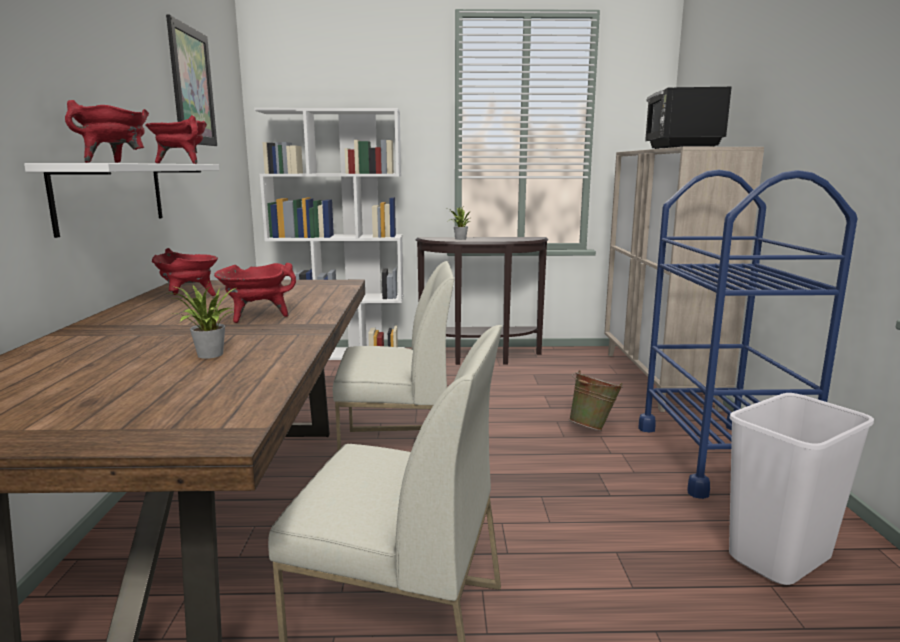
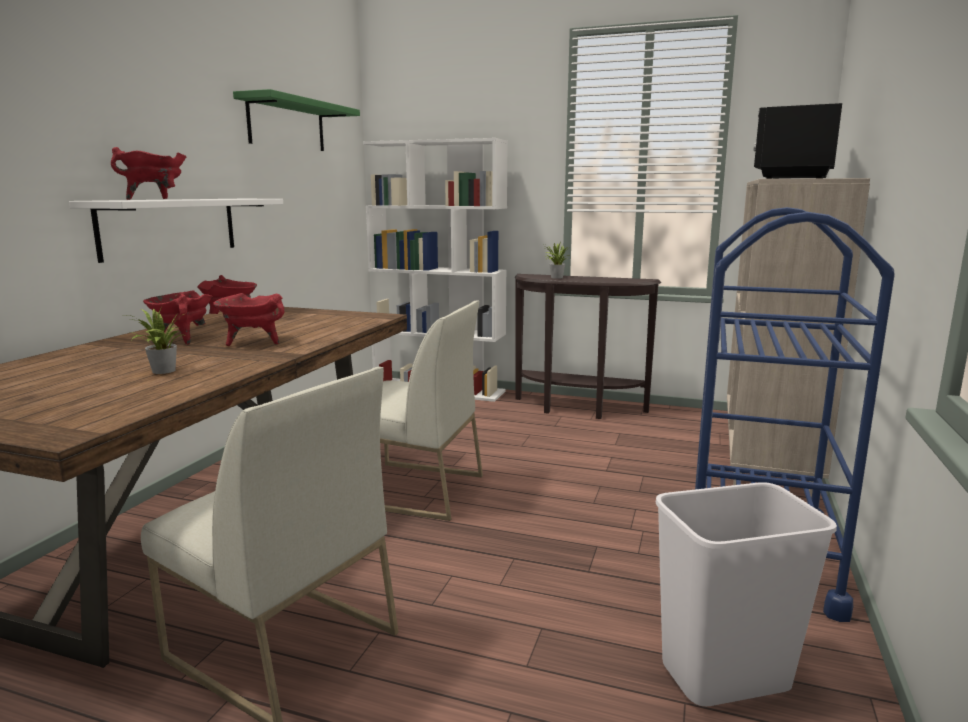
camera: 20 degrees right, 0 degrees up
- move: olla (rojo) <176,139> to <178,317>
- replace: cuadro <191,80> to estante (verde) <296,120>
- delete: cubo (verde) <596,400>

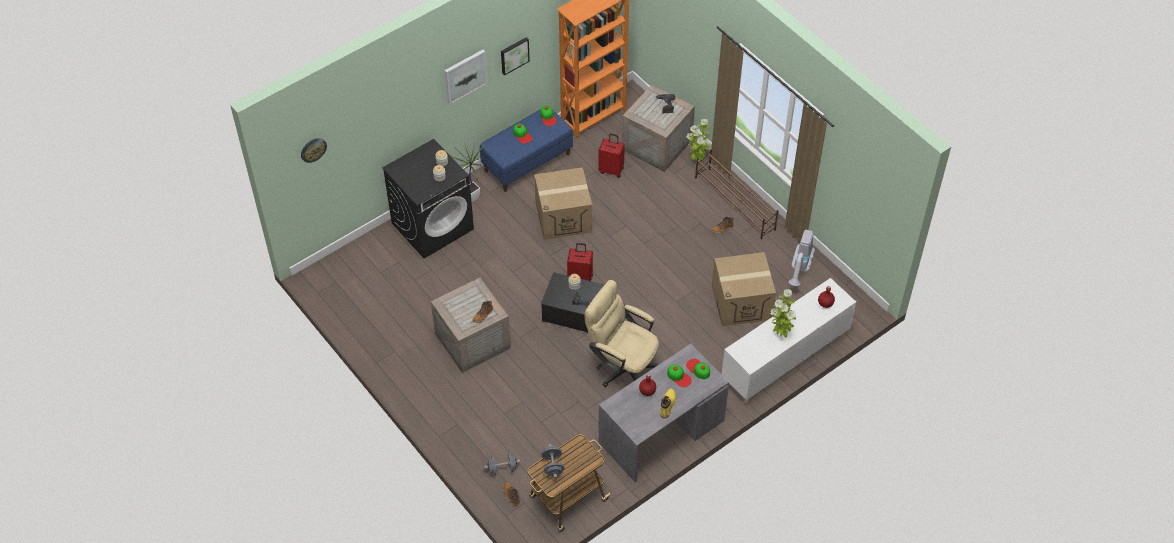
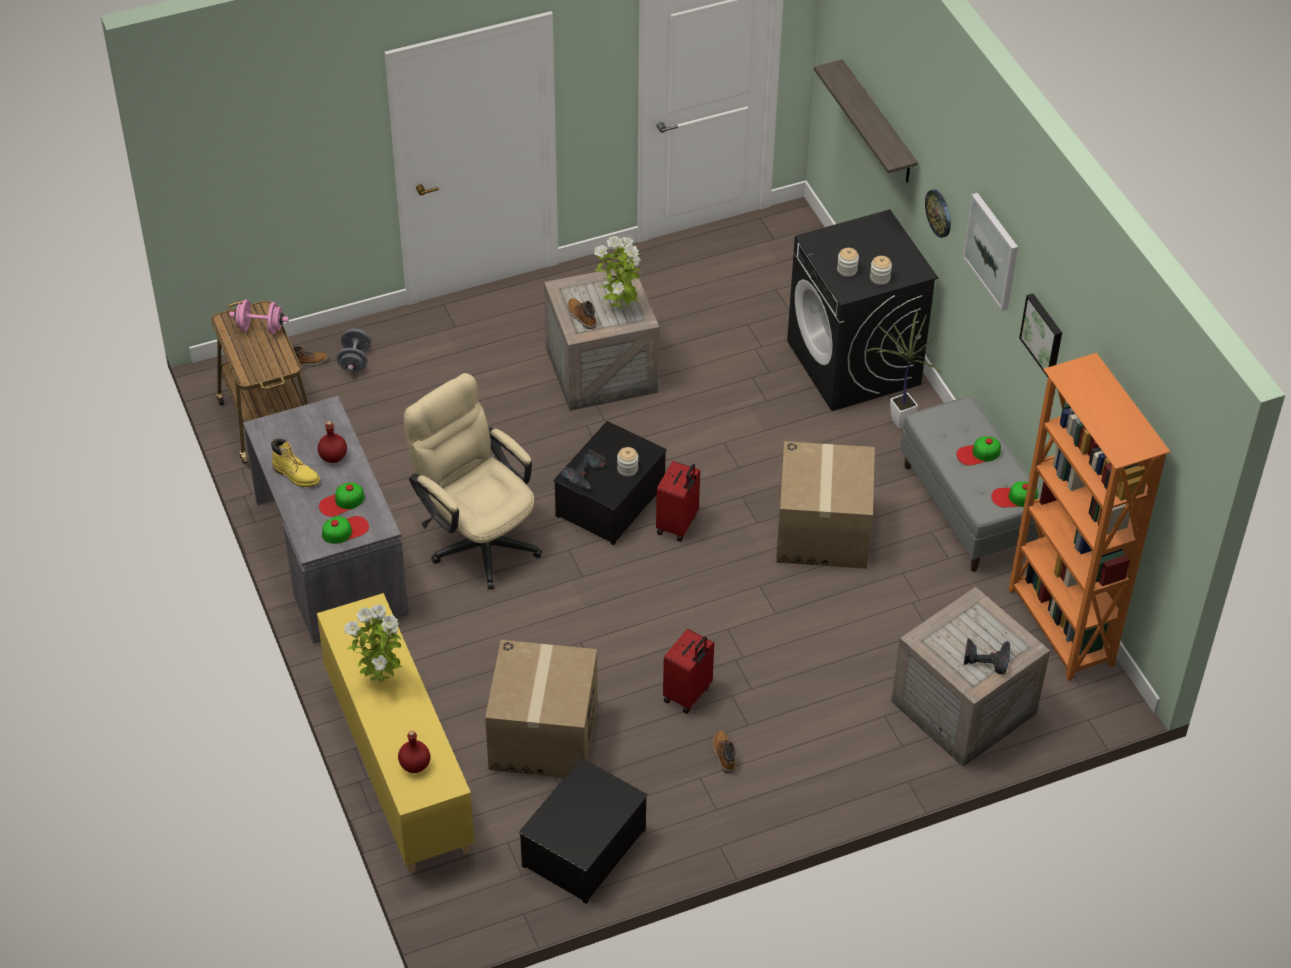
camera: 105 degrees right, 5 degrees down
- recolor: mancuerna (gris) <553,461> to mancuerna (rosa) <259,317>
- recolor: armario (blanco) <789,340> to armario (amarillo) <396,733>
- rotate: silla de oficina (beis) <622,333> = <473,481> 90 degrees counterclockwise
- replace: aspiradora <801,258> to caja de almacenaje <583,831>
- move: planta en maceta <698,141> to <617,273>
- move: maleta (rojo) <611,156> to <688,671>
- insert: estante <866,121>
- recolor: banco (azul) <526,150> to banco (gris) <971,484>
- move: reloj de pared <314,150> to <938,214>
- delete: zapatero (marrón) <737,194>

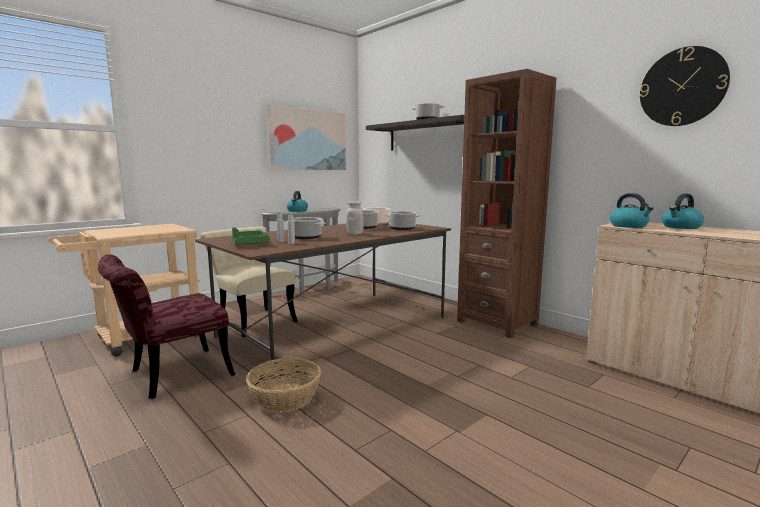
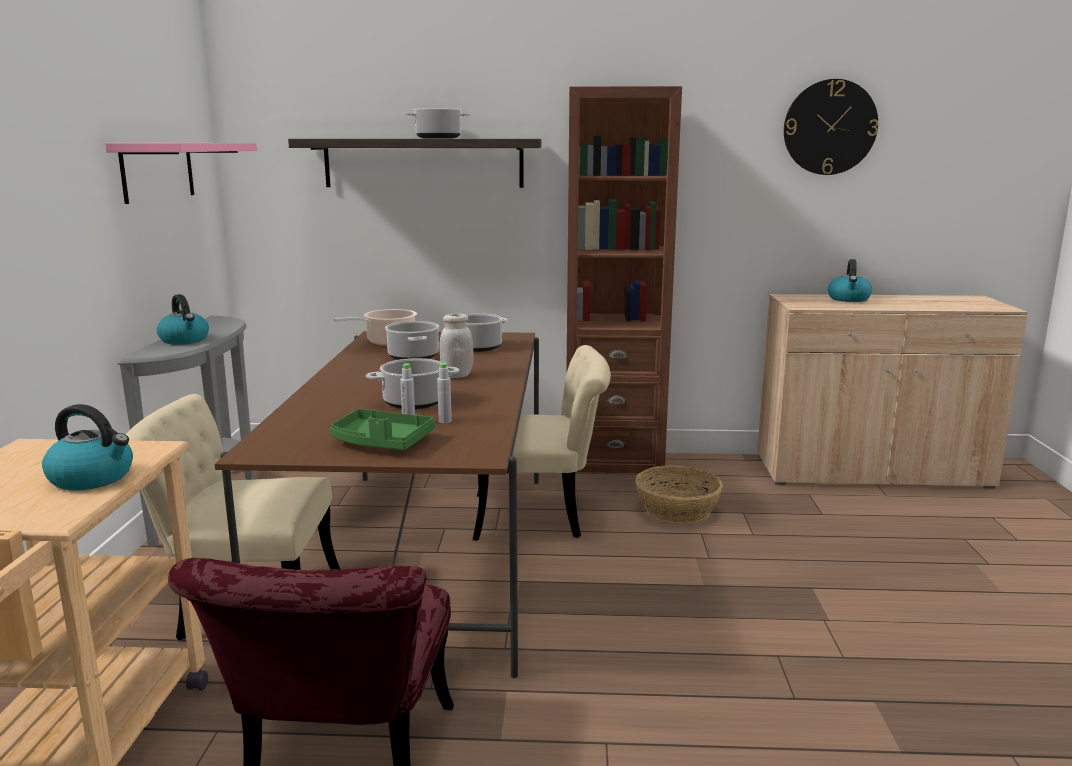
camera: 45 degrees left, 5 degrees up
- move: hervidor <632,210> to <87,447>
- replace: cuadro <306,137> to estante (rosa) <181,173>
- insert: silla (beis) <542,443>
- move: cesta <283,385> to <679,494>

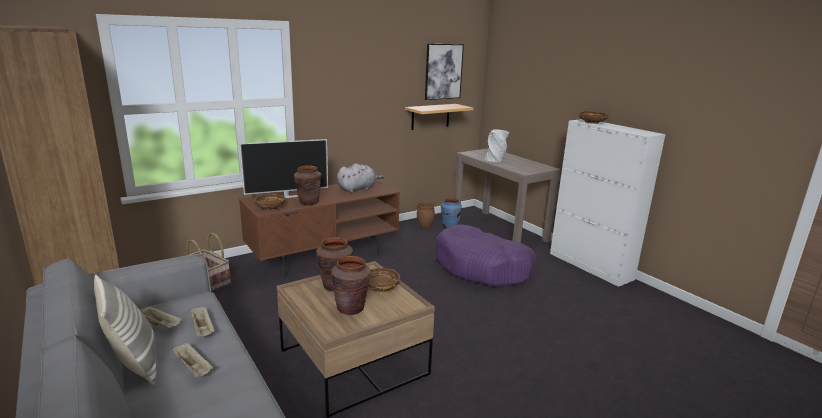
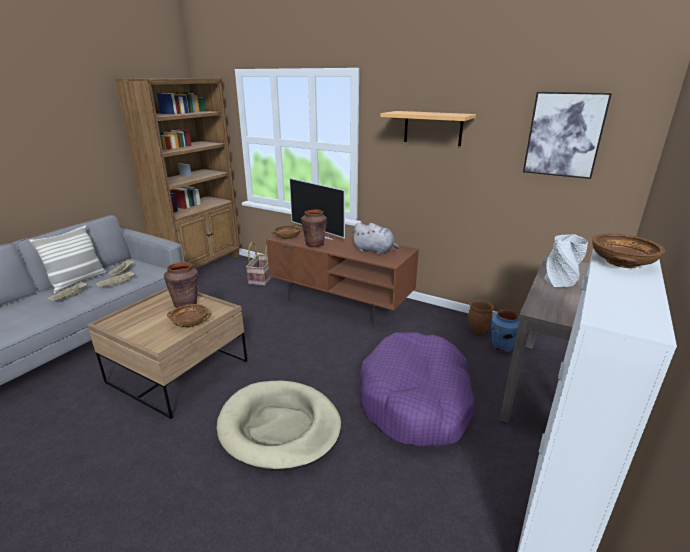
camera: 65 degrees right, 5 degrees up
- insert: cama para perro (beis) <279,426>
- move: estante <439,117> to <428,128>
- delete: florero (marrón) <351,285>

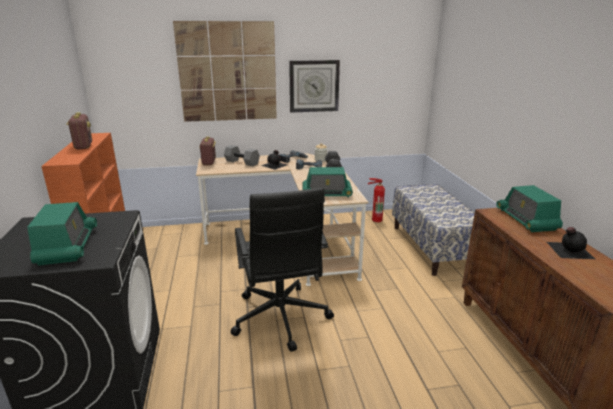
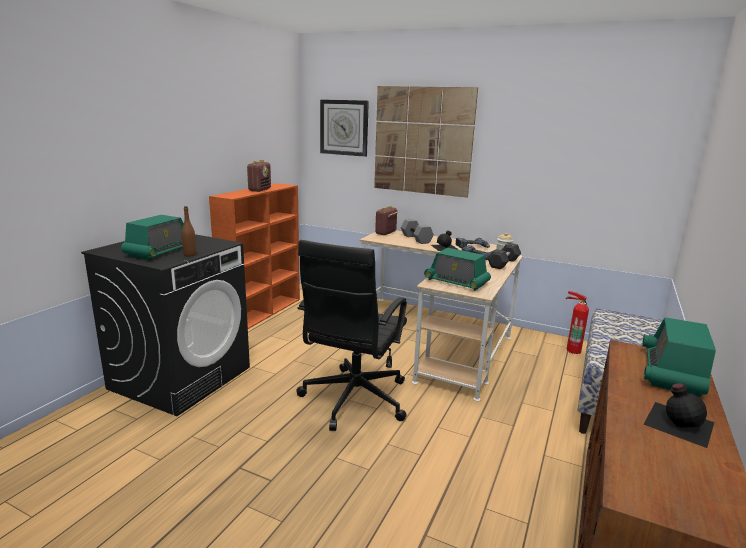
camera: 35 degrees right, 5 degrees down
- insert: botella (marrón) <188,231>
- move: reloj de pared <314,86> to <344,128>

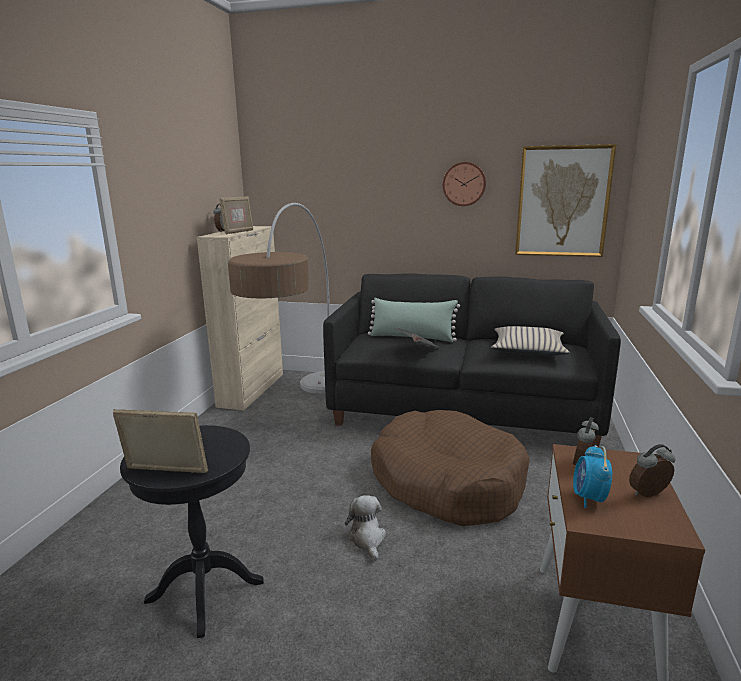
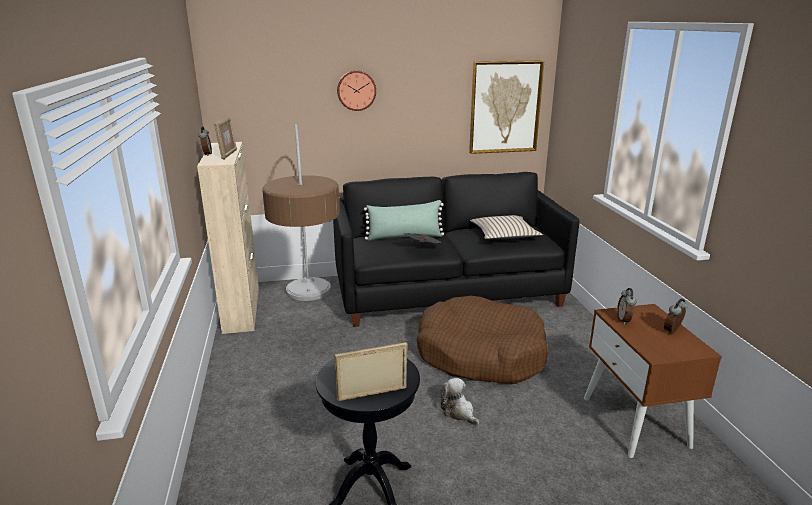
camera: 25 degrees left, 5 degrees up
- move: reloj de pared <464,184> to <356,90>
- delete: despertador <592,476>

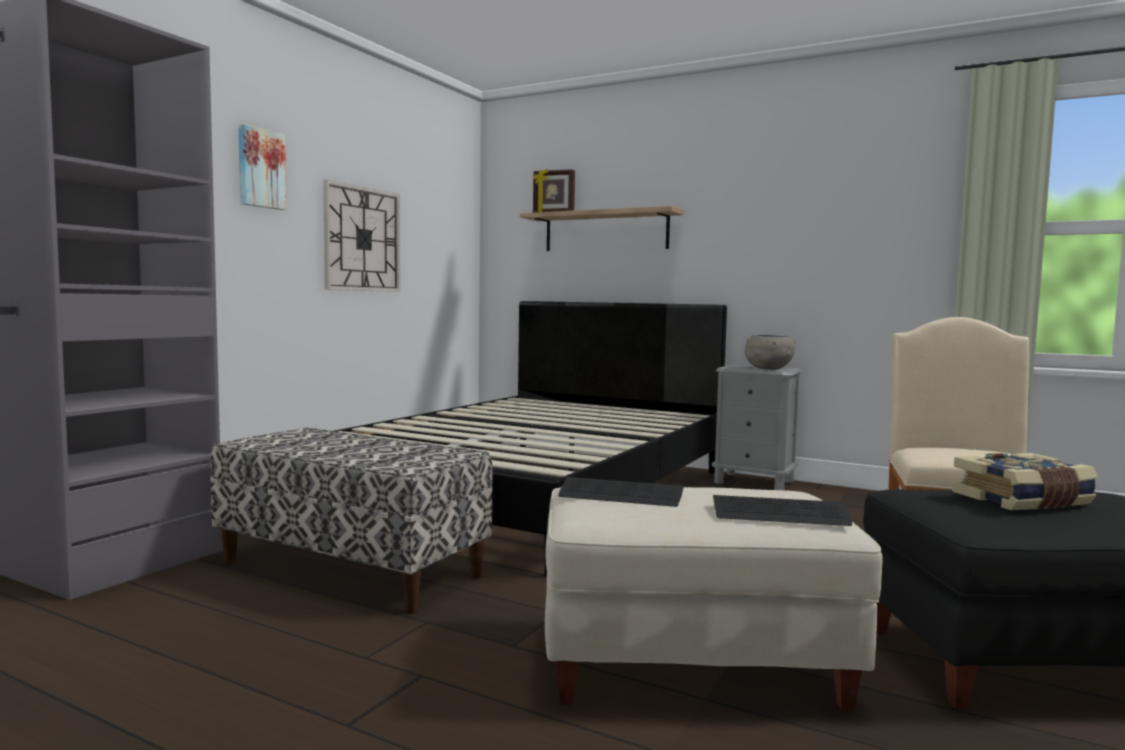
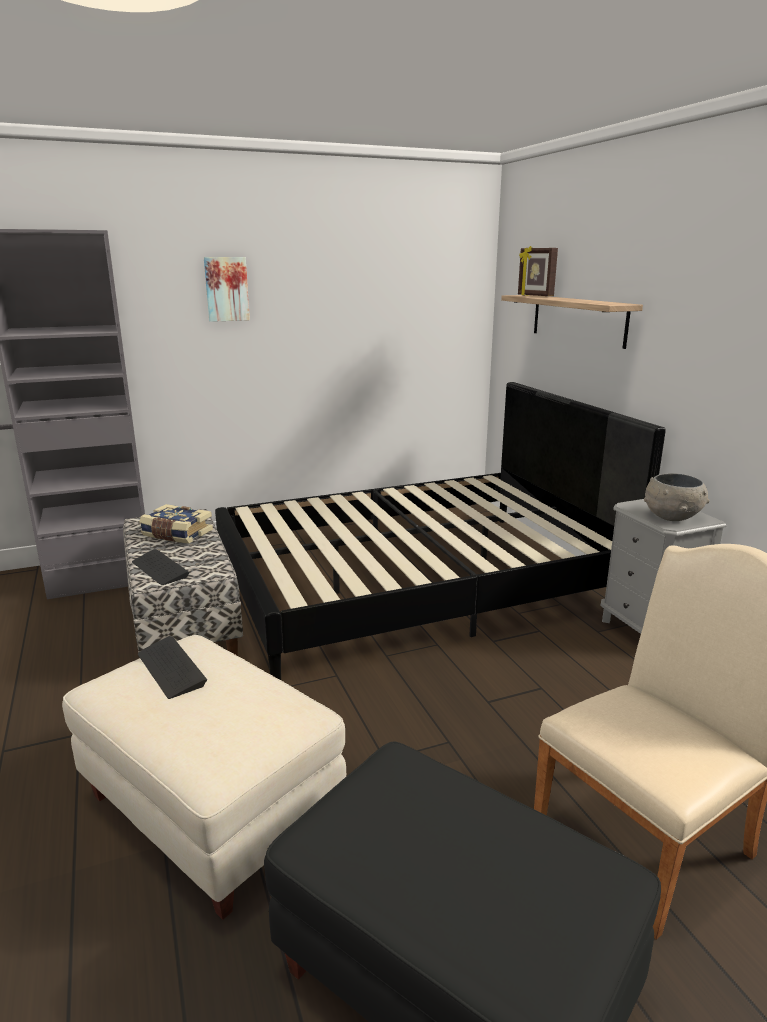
camera: 40 degrees right, 15 degrees up
- move: teclado <782,510> to <161,567>
- move: libro <1025,481> to <176,524>
- delete: reloj de pared <361,236>

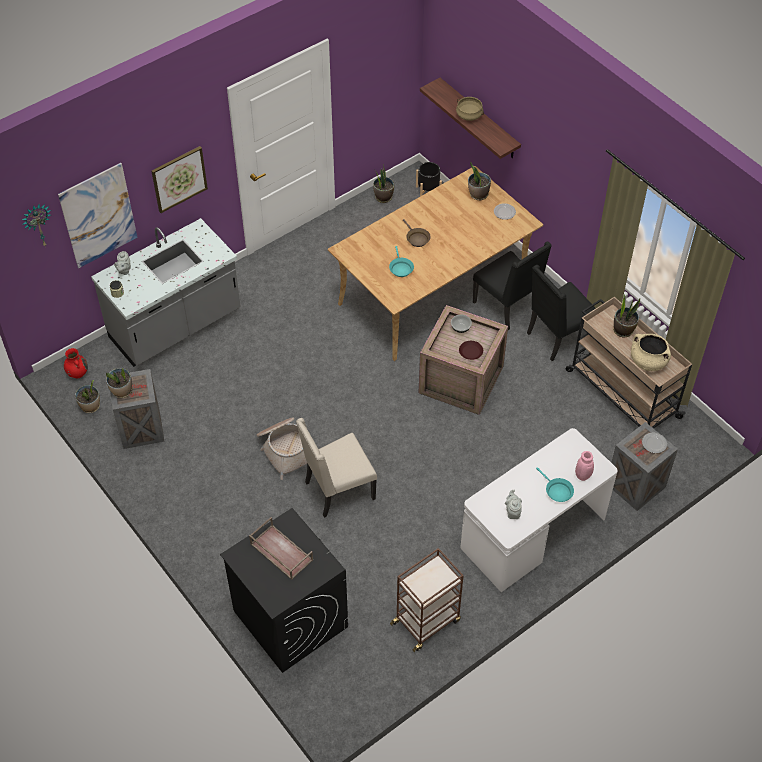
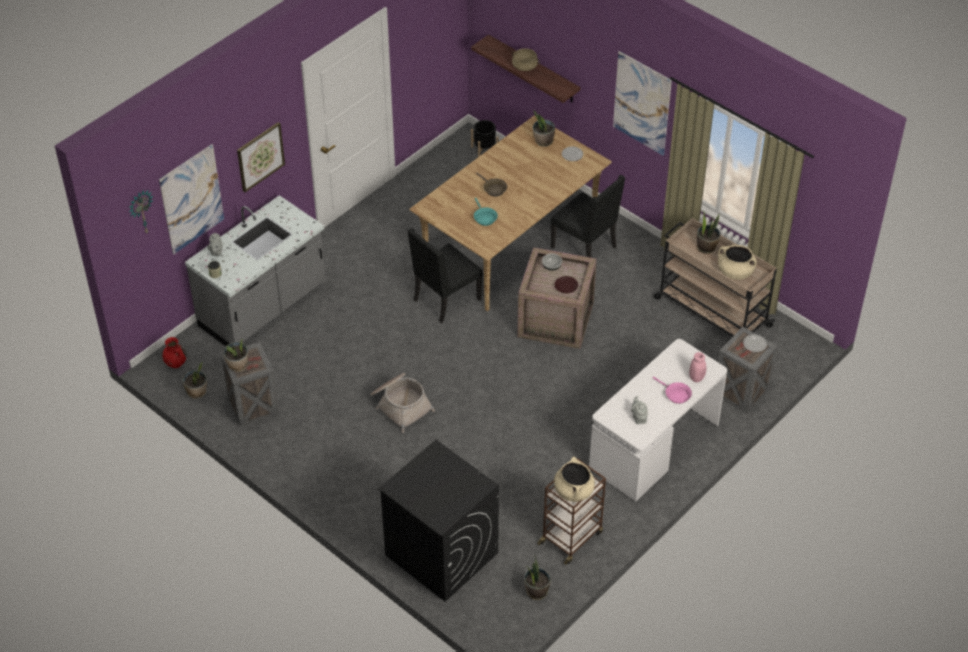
camera: 10 degrees left, 5 degrees down
- move: silla (negro) <561,313> to <445,275>
- move: planta en maceta <383,183> to <537,578>
- insert: olla (beis) <574,479>
- insert: cuadro <642,103>
- recolor: sartén (turquesa) <555,484> to sartén (rosa) <672,390>
- delete: bandeja (marrón) <281,548>
- delete: silla (beis) <336,468>

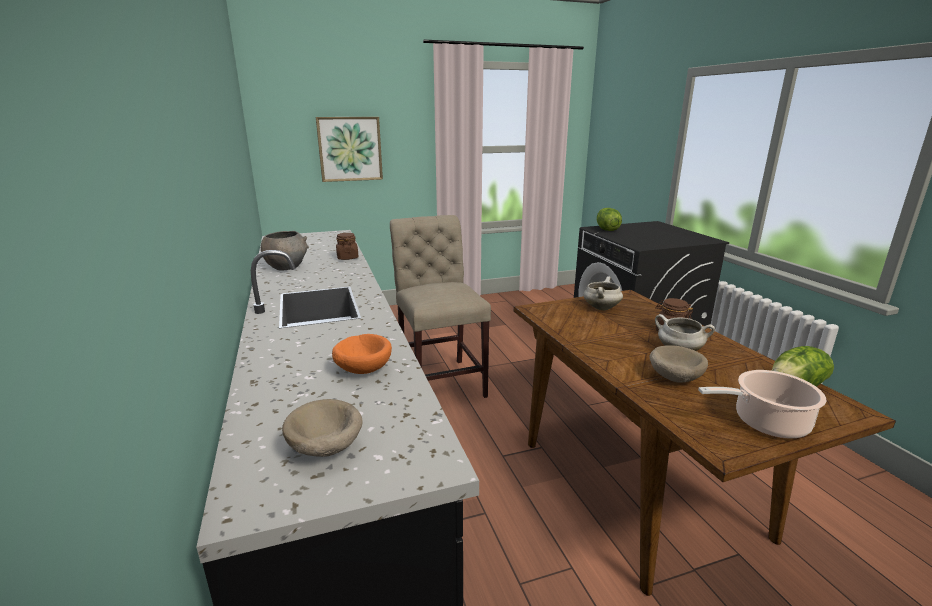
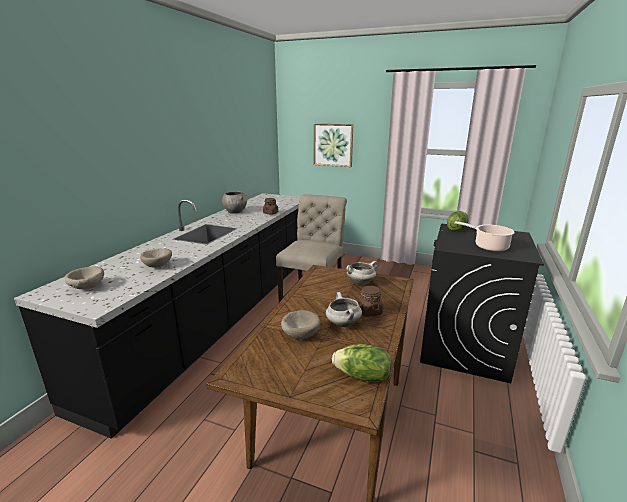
camera: 40 degrees right, 0 degrees up
- recolor: cuenco (naranja) <362,354> to cuenco (beis) <156,258>
- move: olla <762,404> to <484,236>

